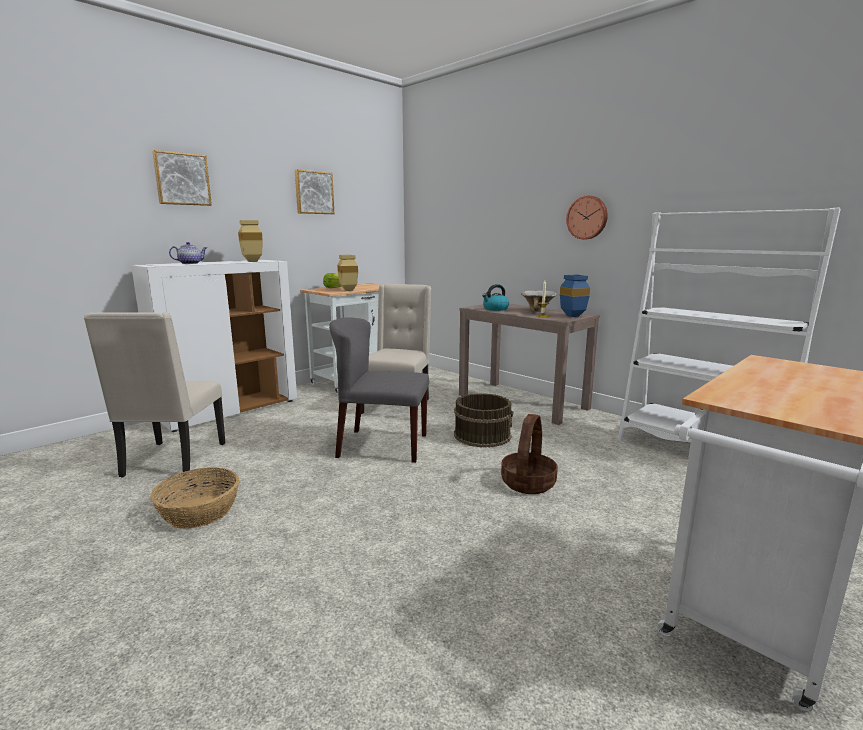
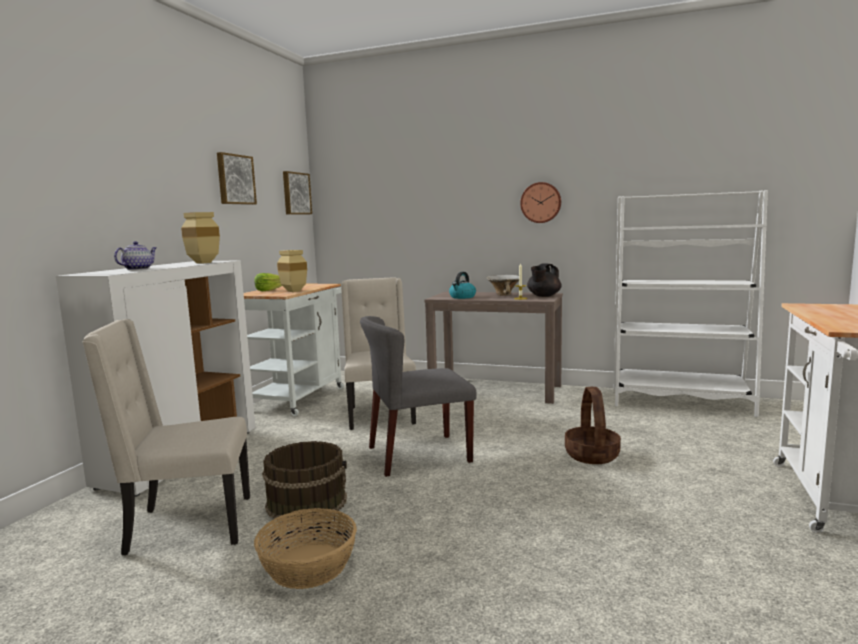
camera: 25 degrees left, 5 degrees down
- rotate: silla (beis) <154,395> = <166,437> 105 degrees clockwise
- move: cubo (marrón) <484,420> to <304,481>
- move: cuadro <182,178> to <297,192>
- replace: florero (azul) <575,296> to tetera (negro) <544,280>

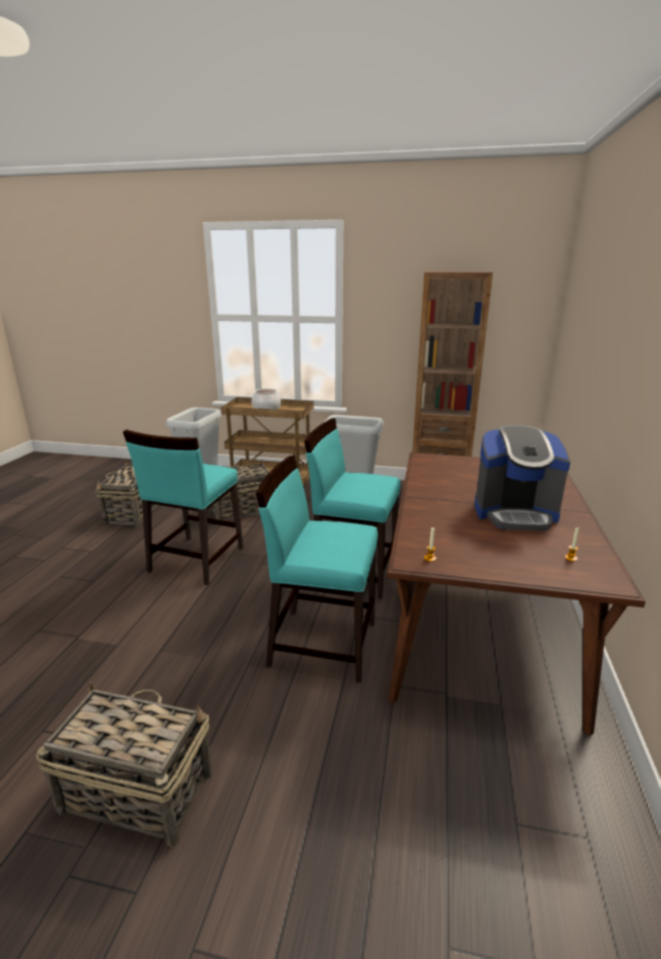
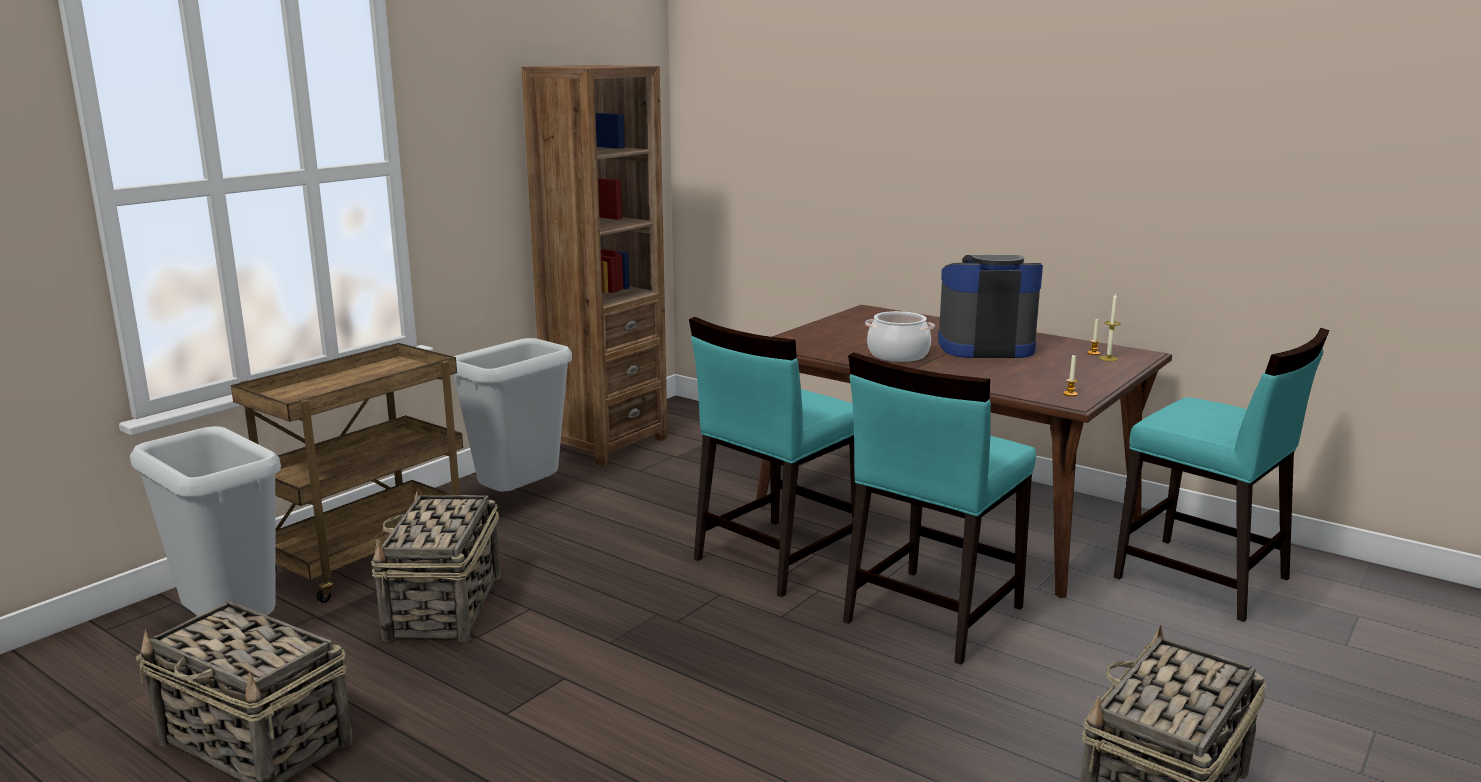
camera: 65 degrees left, 5 degrees down
- move: olla <266,399> to <900,336>
- rotate: cafetera <522,478> = <990,306> 120 degrees counterclockwise
- insert: vela <1109,327>
- move: silla (turquesa) <183,507> to <1221,475>

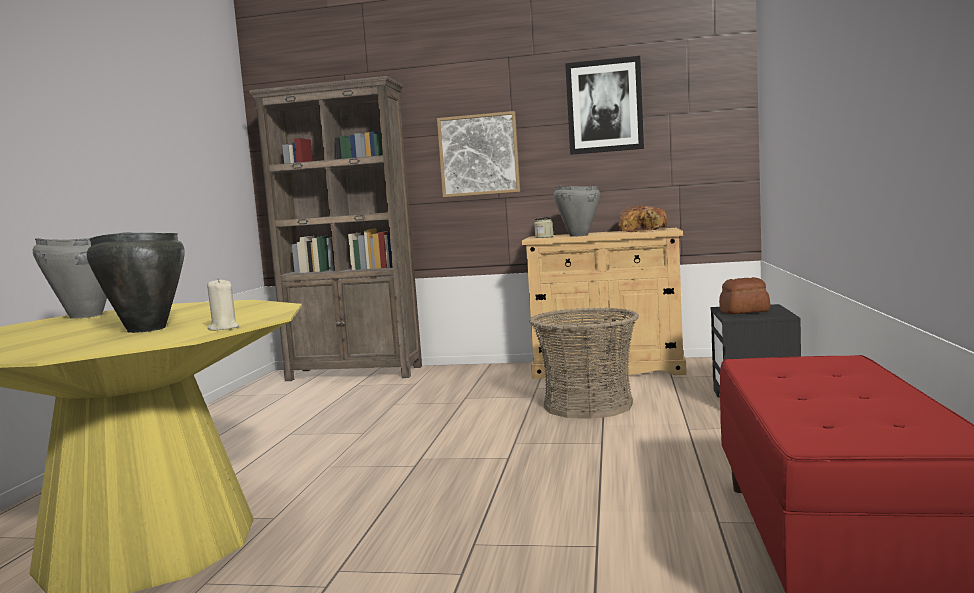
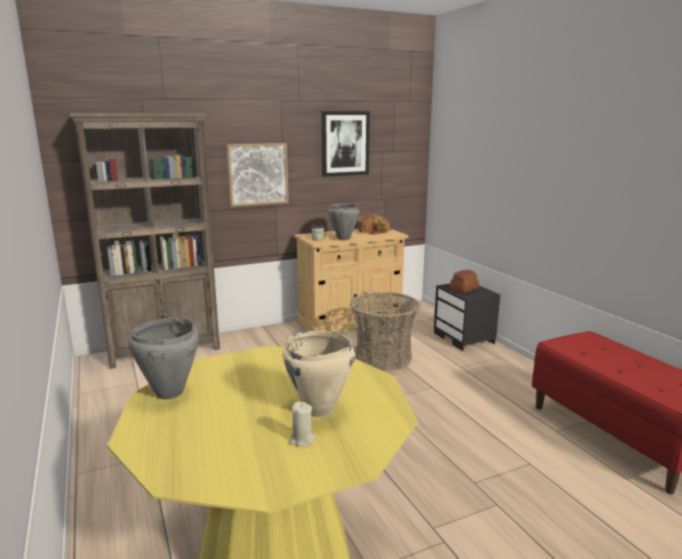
camera: 35 degrees left, 10 degrees up
- recolor: olla (negro) <136,282> to olla (beis) <319,374>
- move: vela (beis) <223,304> to <302,424>

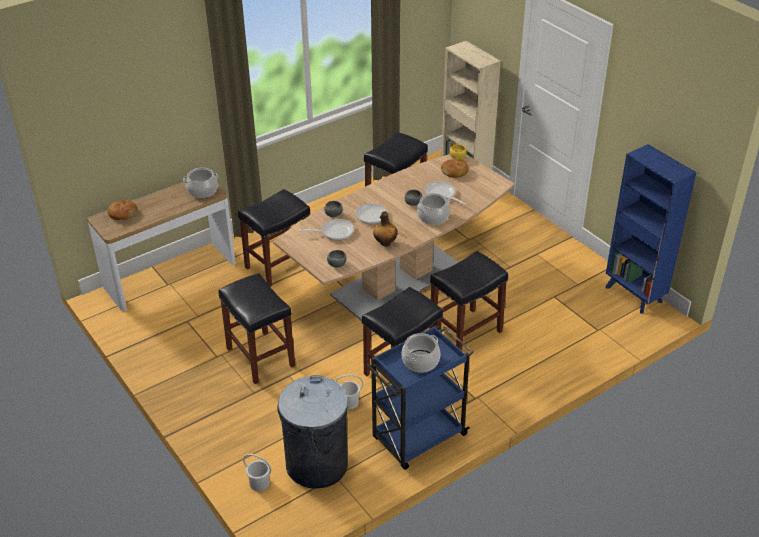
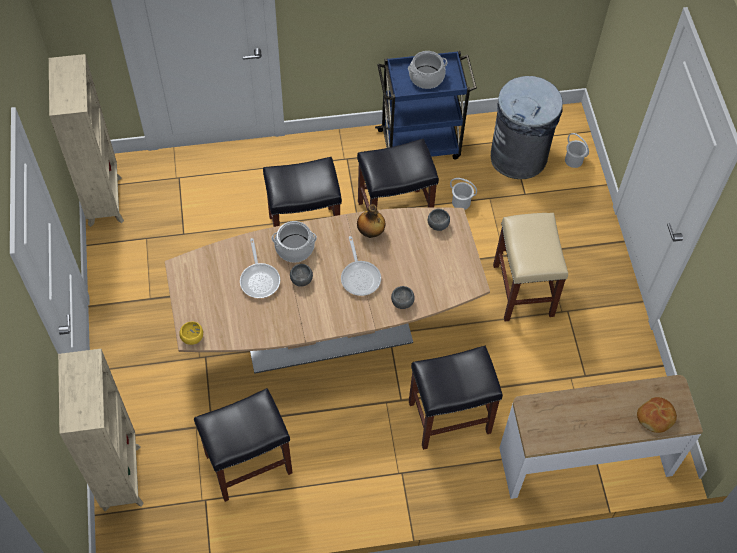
camera: 155 degrees left, 20 degrees up
- recolor: estantería (azul) <651,229> to estantería (beis) <86,140>
- recolor: taburete (negro) <257,328> to taburete (beis) <530,267>
- delete: olla <200,183>
- delete: sartén <326,229>
- delete: pan <455,168>

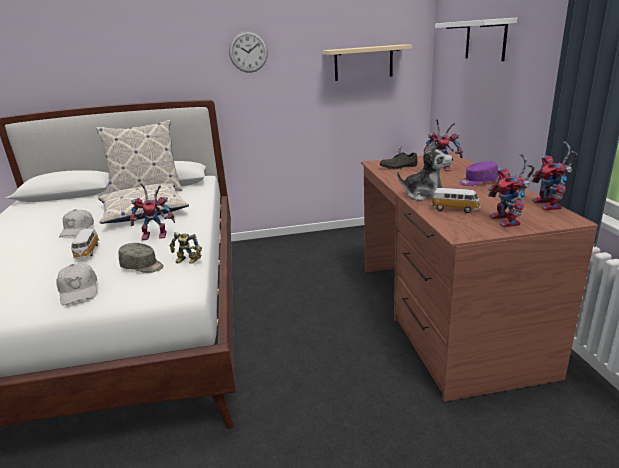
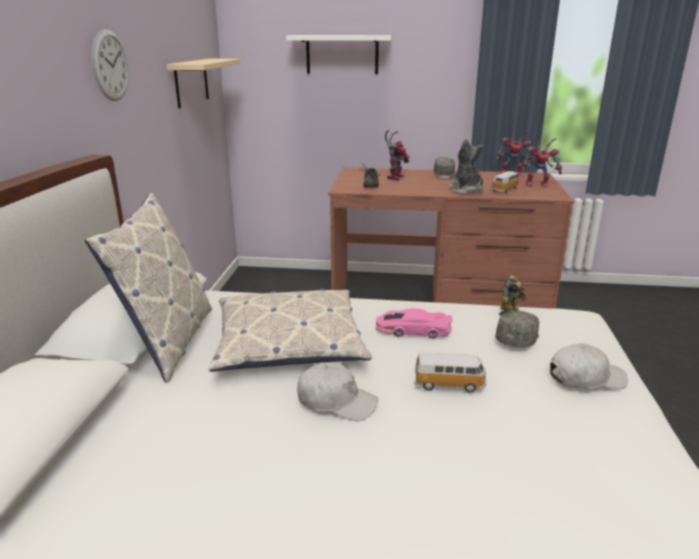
camera: 75 degrees left, 0 degrees up
- replace: robot de juguete <152,211> to coche de juguete (rosa) <414,324>
- recolor: gorra (morado) <478,173> to gorra (gris) <444,168>
- rotate: peluche <425,170> = <466,166> 60 degrees counterclockwise

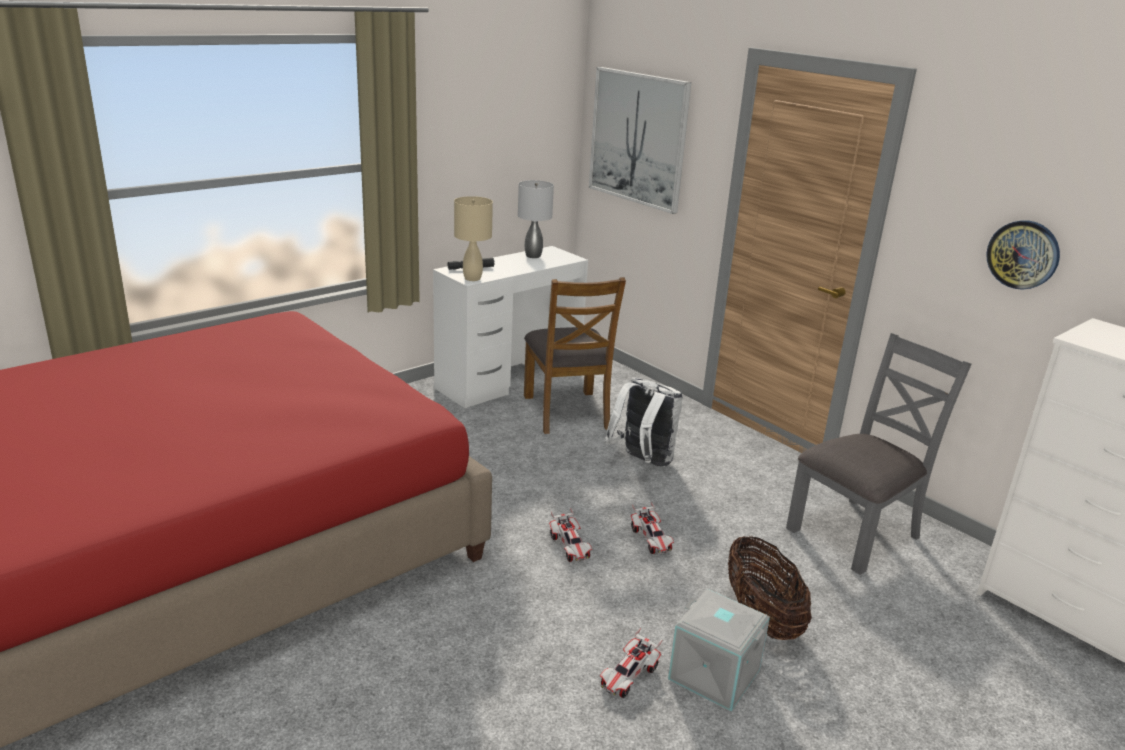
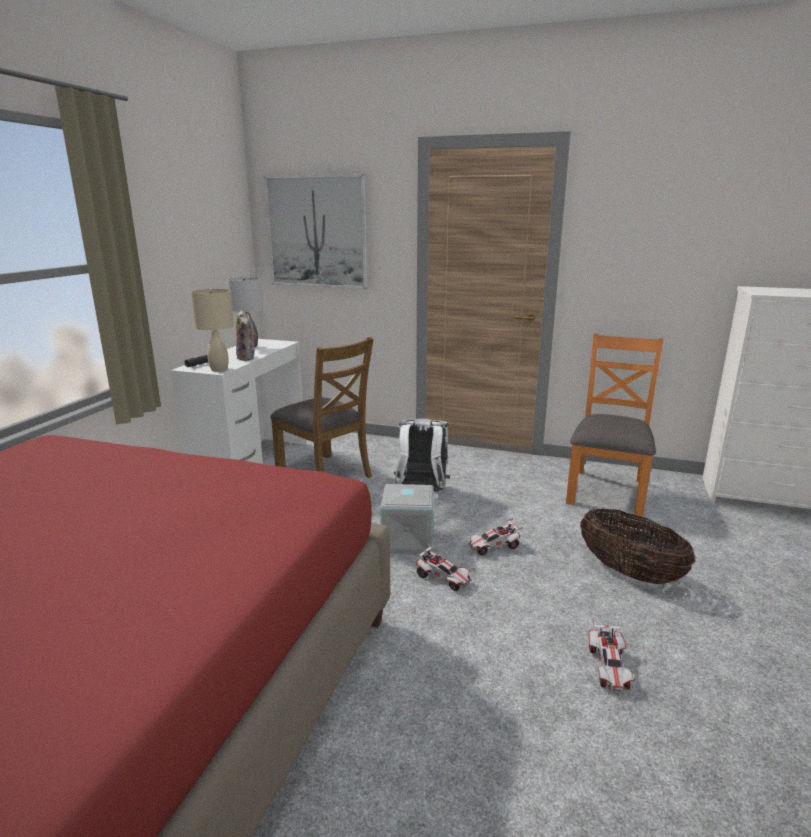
camera: 30 degrees left, 5 degrees down
- insert: peluche <246,335>
- move: caja de almacenaje (gris) <719,650> to <408,519>
- rotate: coche de juguete <652,528> = <495,536> 120 degrees clockwise
- recolor: silla (gris) <878,454> to silla (naranja) <615,425>
- delete: reloj de pared <1023,255>

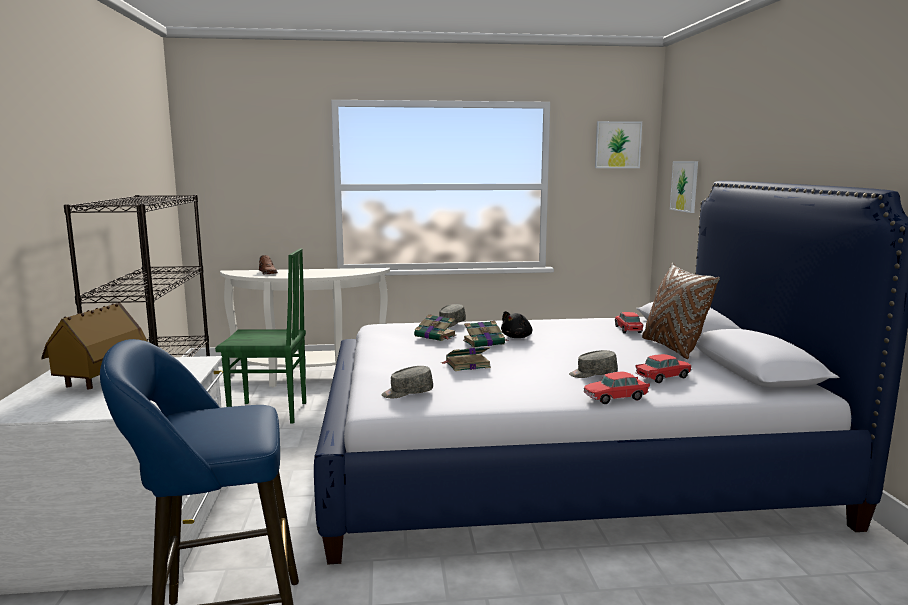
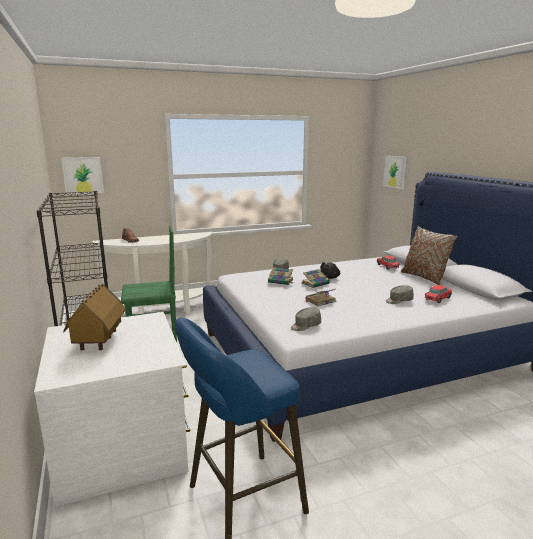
camera: 15 degrees left, 5 degrees up
- move: cuadro <618,144> to <82,175>
- delete: coche de juguete <617,387>

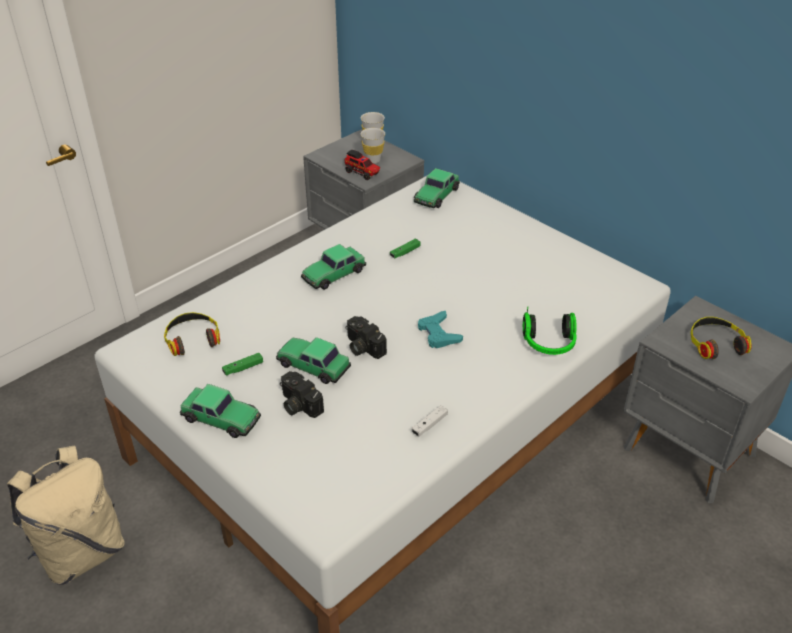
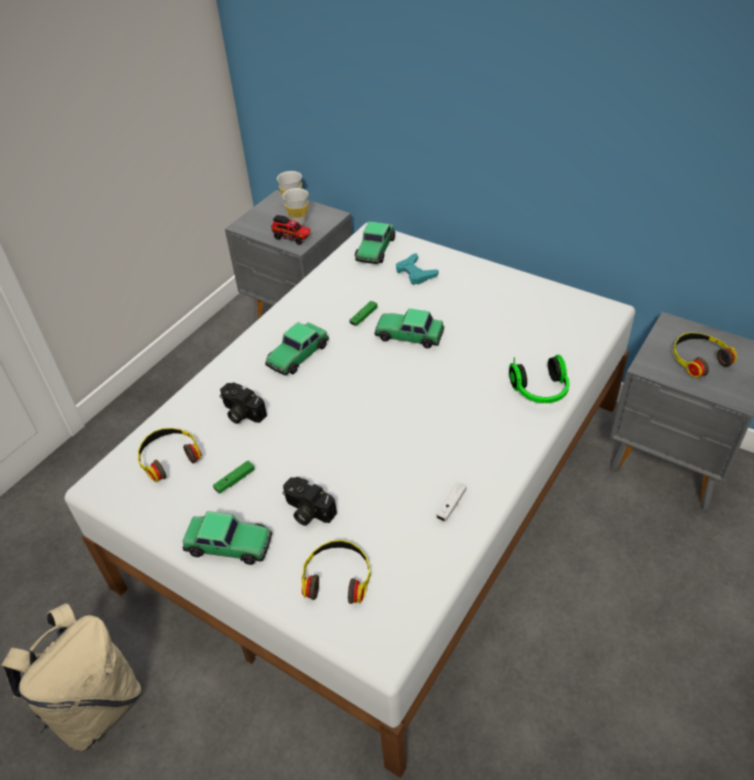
camera: 10 degrees left, 5 degrees up
- move: cámara <366,337> to <243,403>
- insert: auriculares <336,572>
- move: coche de juguete <313,360> to <409,328>
- move: mando de consola (turquesa) <440,329> to <417,269>

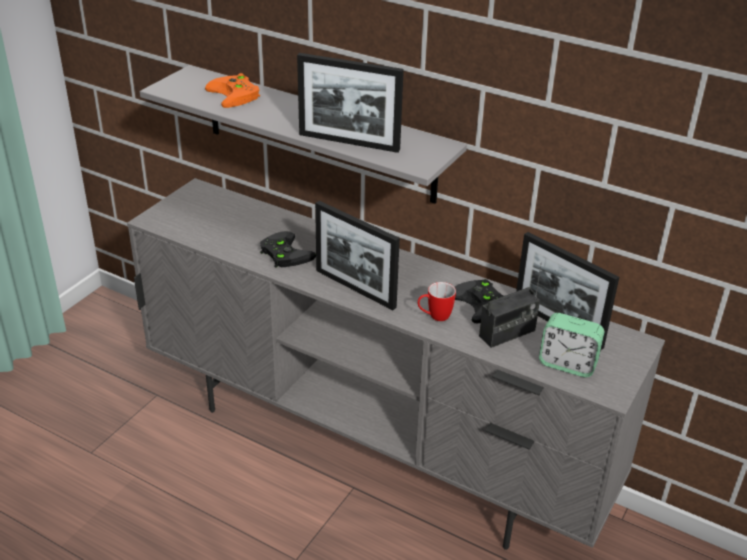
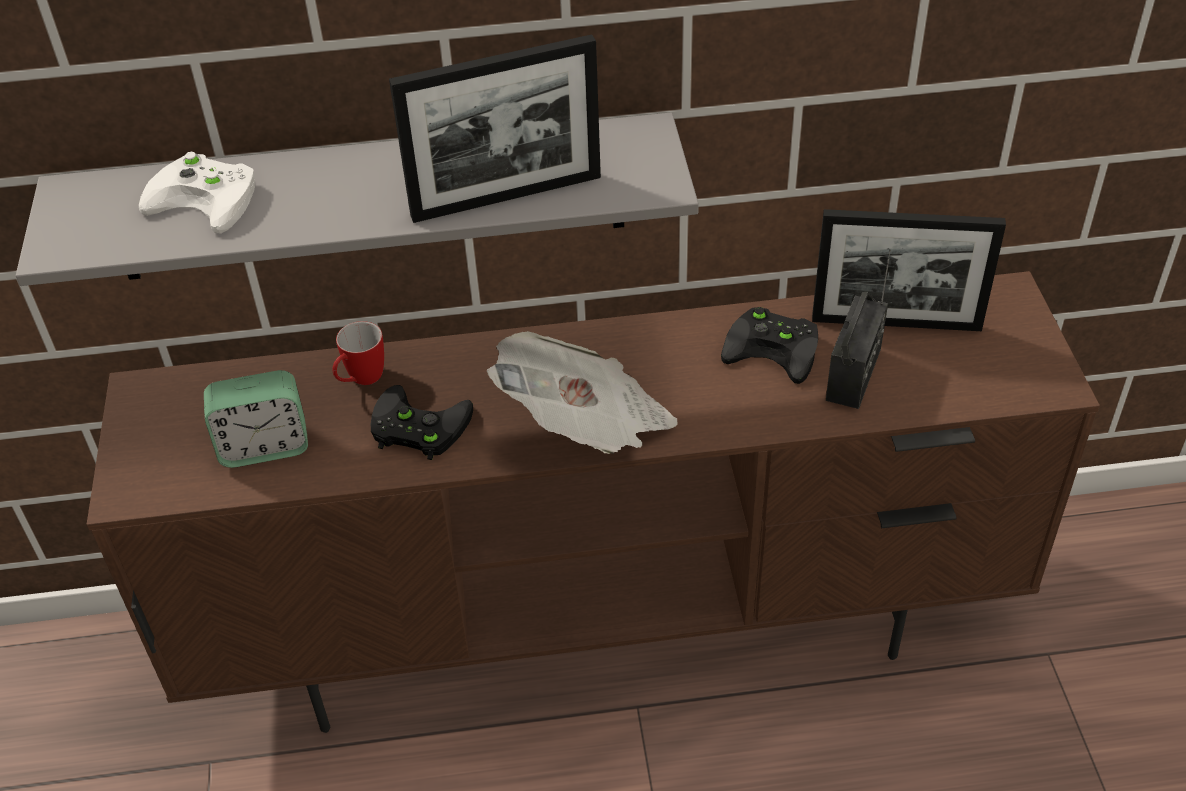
camera: 35 degrees left, 10 degrees up
- recolor: mueble de televisión (gris) <396,364> to mueble de televisión (marrón) <593,502>
- recolor: mando de consola (naranja) <232,90> to mando de consola (blanco) <197,193>
- move: despertador <571,345> to <256,419>
- move: taza grande <436,301> to <358,353>
- replace: portarretratos <357,255> to periódico <582,392>

